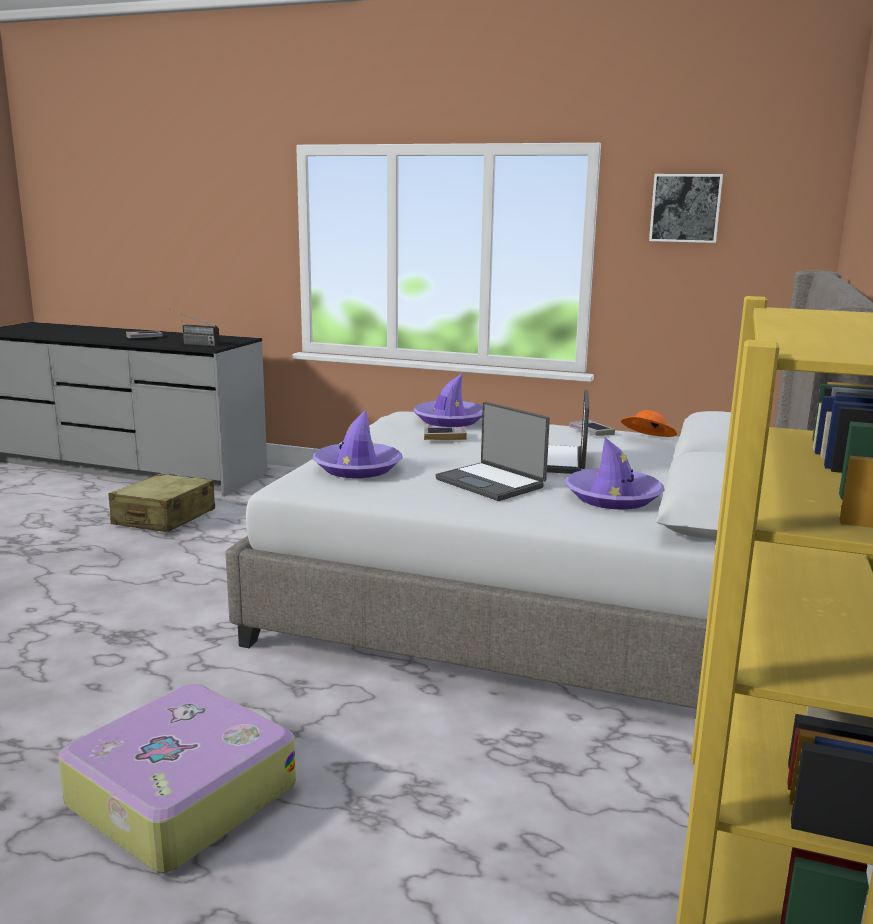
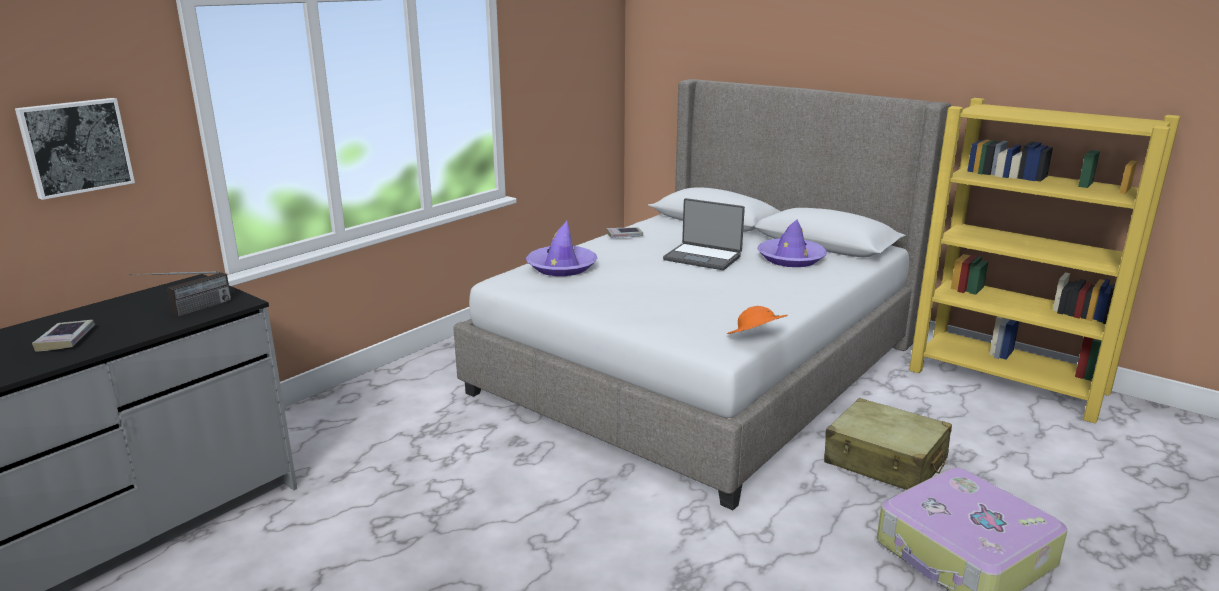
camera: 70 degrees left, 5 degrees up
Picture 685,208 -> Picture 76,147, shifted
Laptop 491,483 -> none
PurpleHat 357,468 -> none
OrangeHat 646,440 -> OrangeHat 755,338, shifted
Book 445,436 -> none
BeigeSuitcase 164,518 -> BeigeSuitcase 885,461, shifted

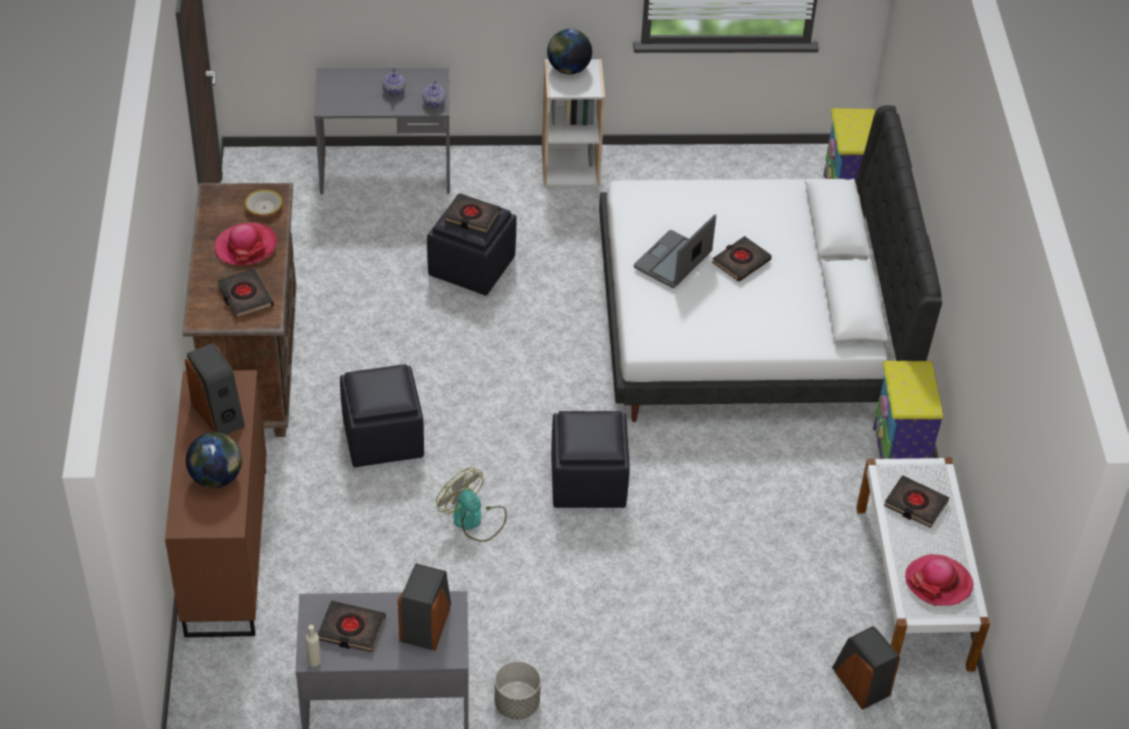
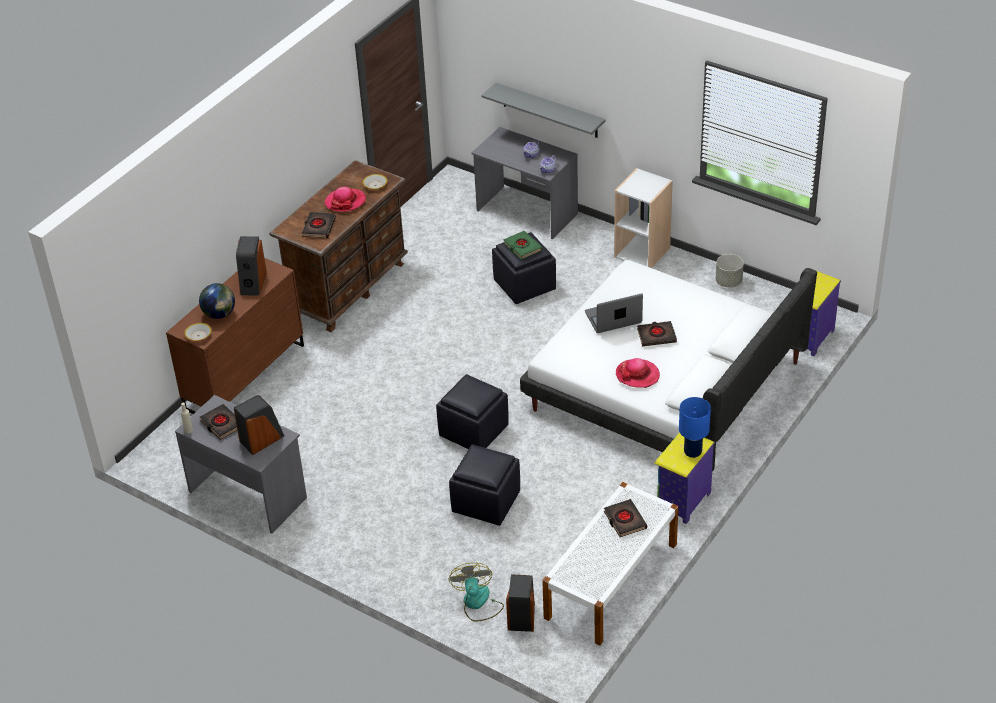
camera: 40 degrees right, 5 degrees down
Globe 568,69 -> none
BlackBook 471,217 -> GreenBook 522,247
BlackOttoman 383,437 -> BlackOttoman 487,501, shifted
Fan 473,520 -> Fan 477,603, shifted
Hat 938,582 -> Hat 637,375, shifted
GreyPlanter 516,704 -> GreyPlanter 728,282, shifted
none -> GreyShelf 550,110
none -> Bowl 198,336
none -> BlueTableLamp 692,453

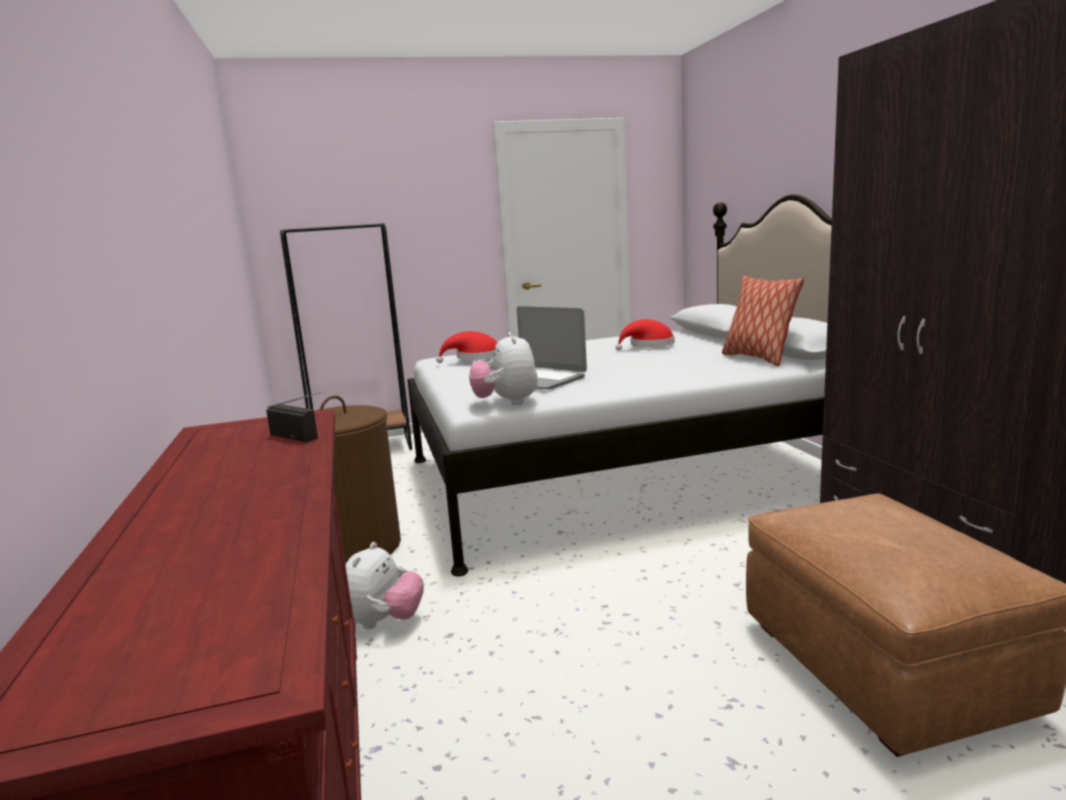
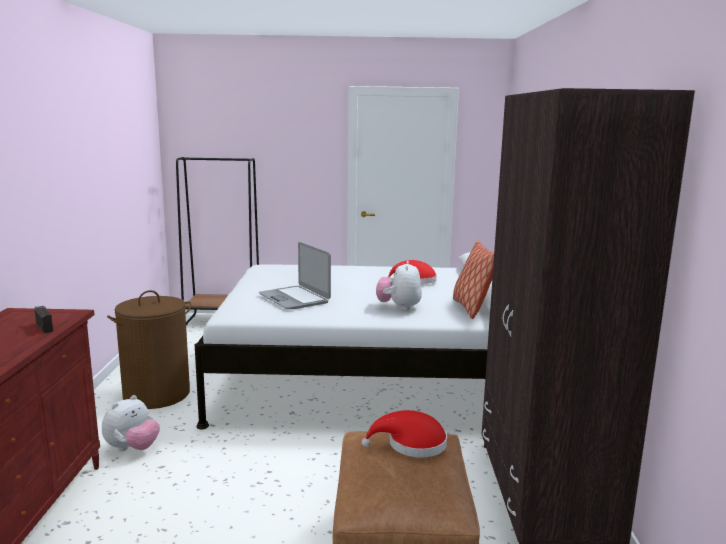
camera: 15 degrees right, 0 degrees up
RedHat 475,358 -> RedHat 412,444, shifted
PlushToy 506,403 -> PlushToy 399,307, shifted

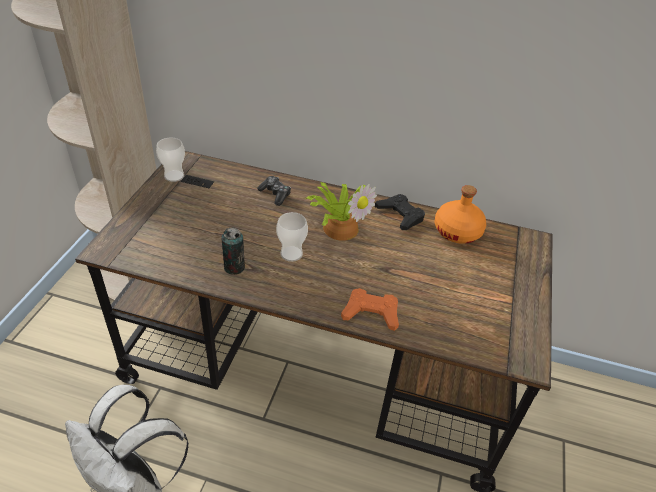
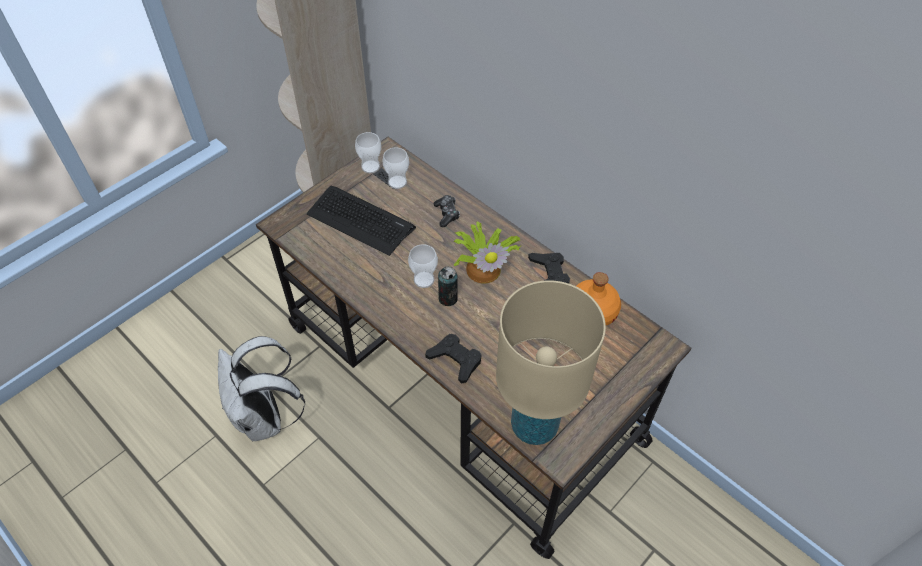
camera: 30 degrees right, 10 degrees up
Can 234,267 -> Can 448,298, shifted
OrangeGameController 371,313 -> BlackGameController 455,360
none -> Cup 397,182
none -> Keyboard 360,220
none -> BeigeTableLamp 534,426

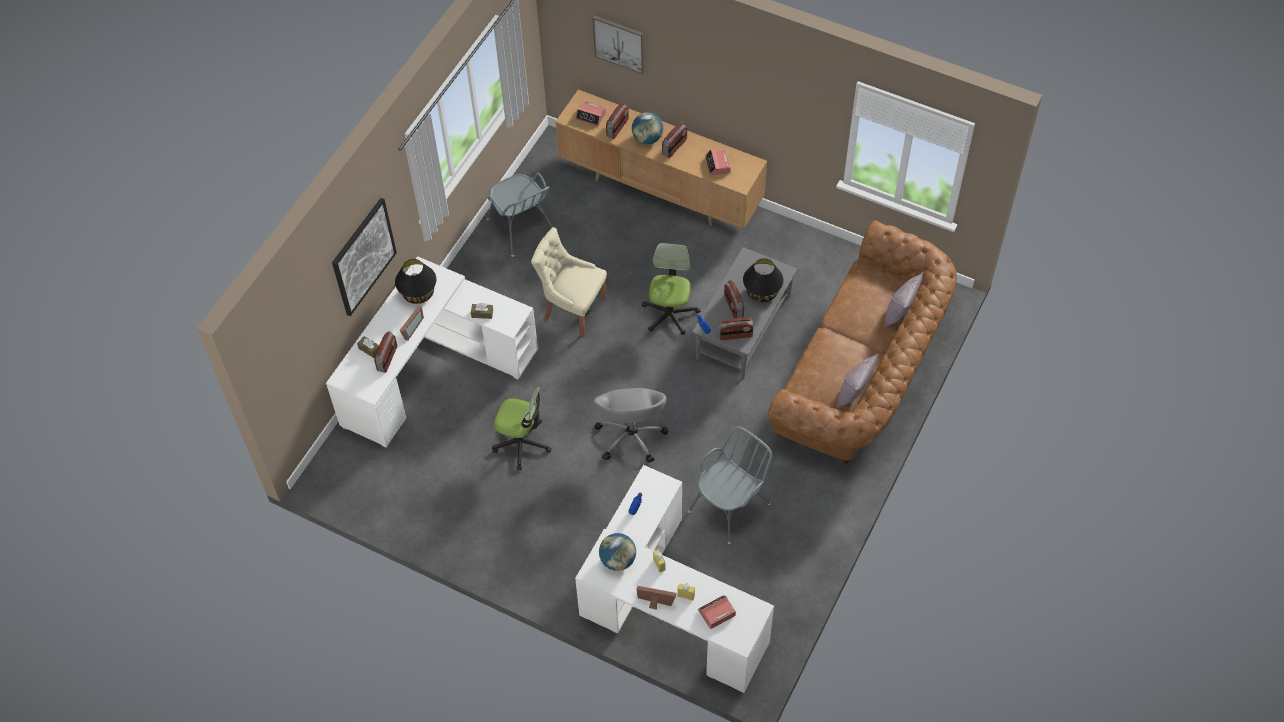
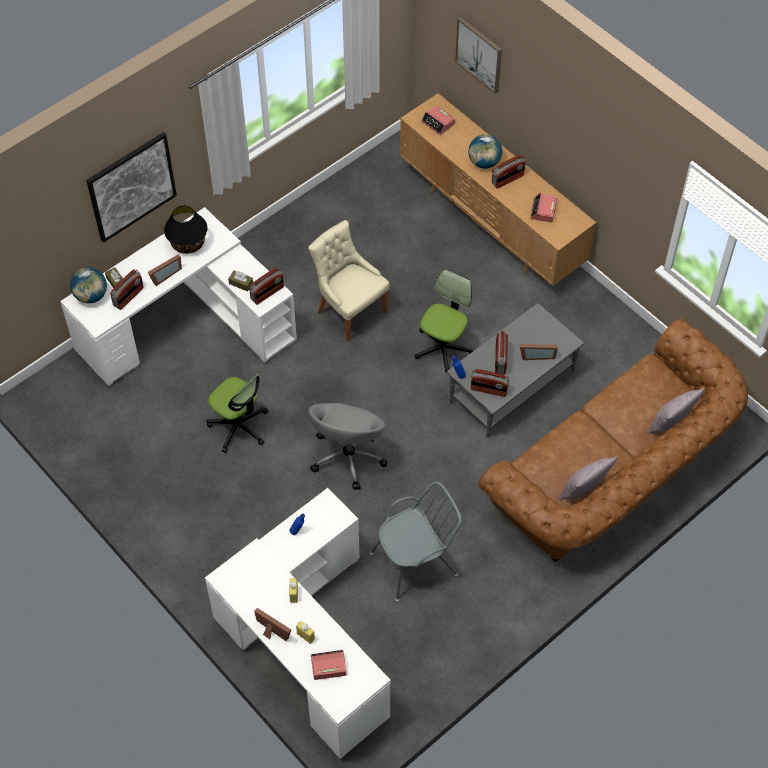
camera: 20 degrees right, 0 degrees up
Radio 617,128 -> Radio 267,293, shifted
GreyChair 522,229 -> none
BlackTableLamp 762,292 -> PictureFrame 536,355
Globe 618,560 -> Globe 91,296, shifted

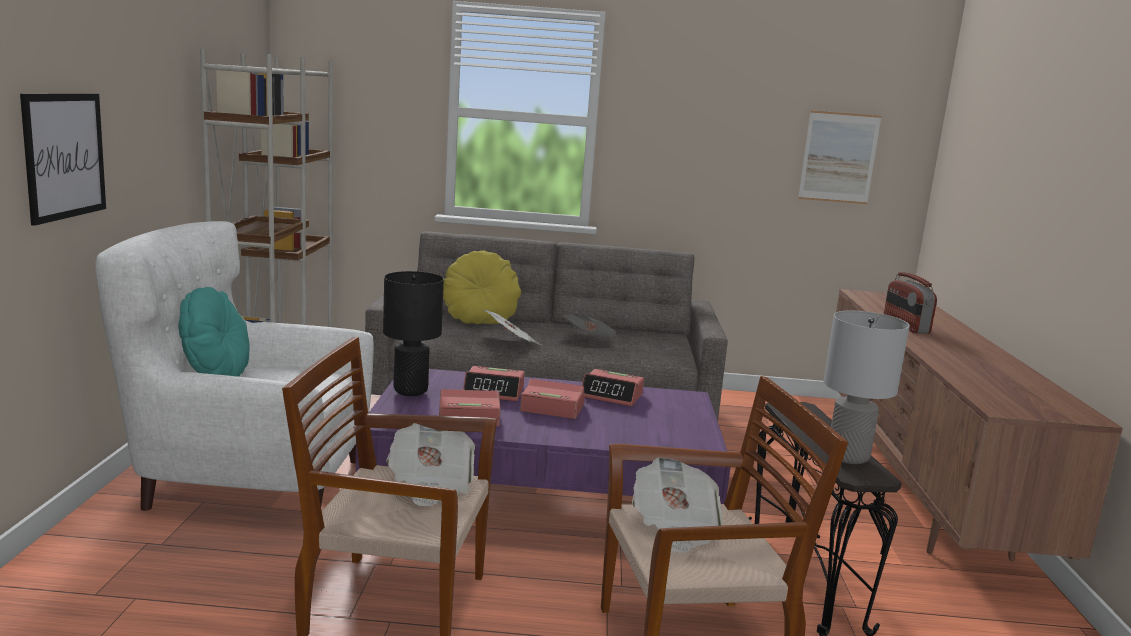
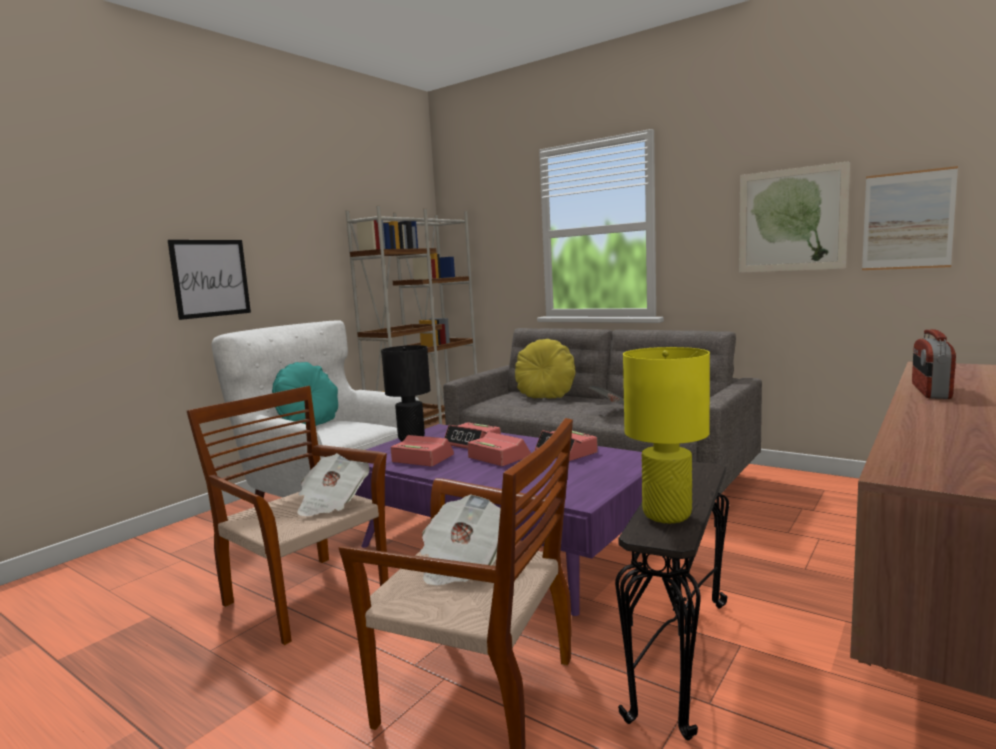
camera: 35 degrees right, 5 degrees down
Newspaper 512,343 -> none
GreyTableLamp 847,459 -> YellowTableLamp 666,518
none -> Picture 791,220

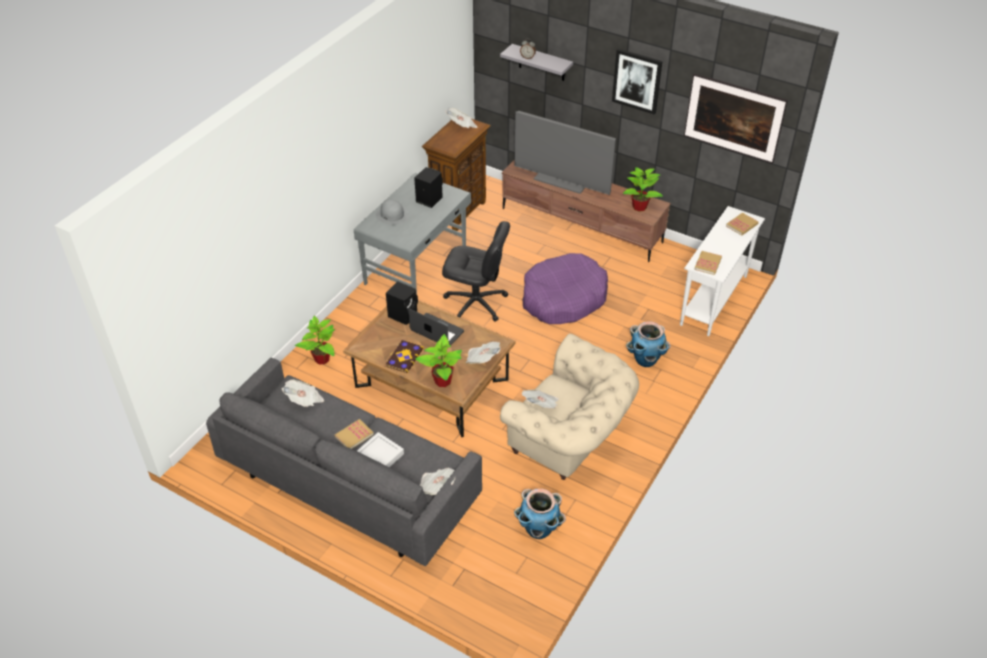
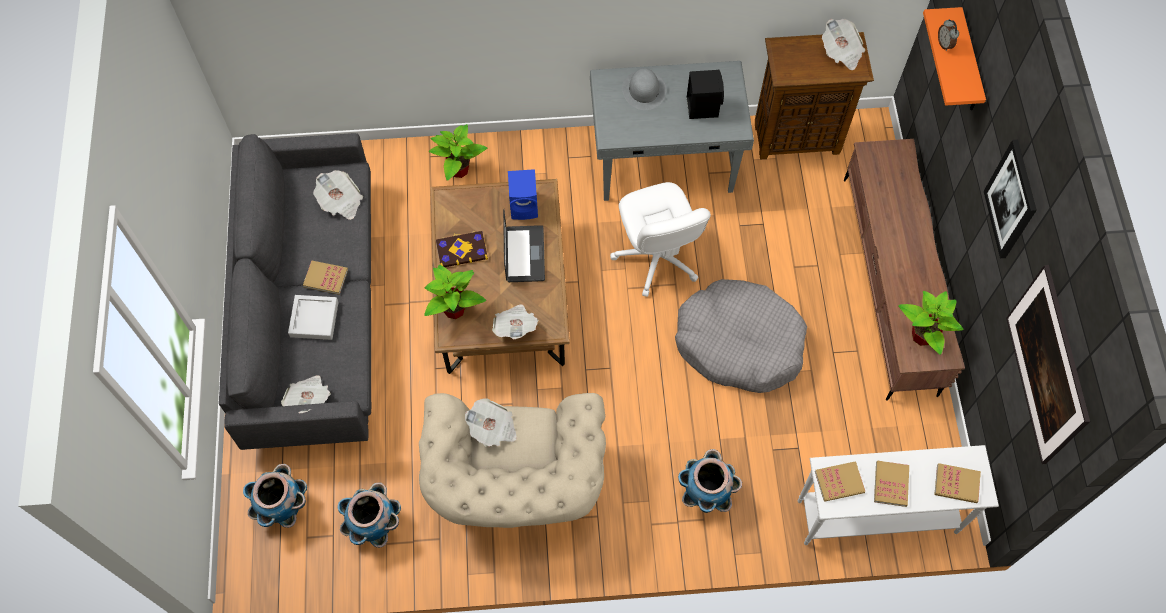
camera: 55 degrees right, 20 degrees up
GreyShelf 541,63 -> OrangeShelf 968,64
Television 562,180 -> none
BlackOfficeChair 476,303 -> WhiteOfficeChair 657,257
PurpleDogBed 563,298 -> GreyDogBed 739,343
BlackSpeaker 403,314 -> BlueSpeaker 525,206
none -> Book 891,484
none -> Planter 284,508

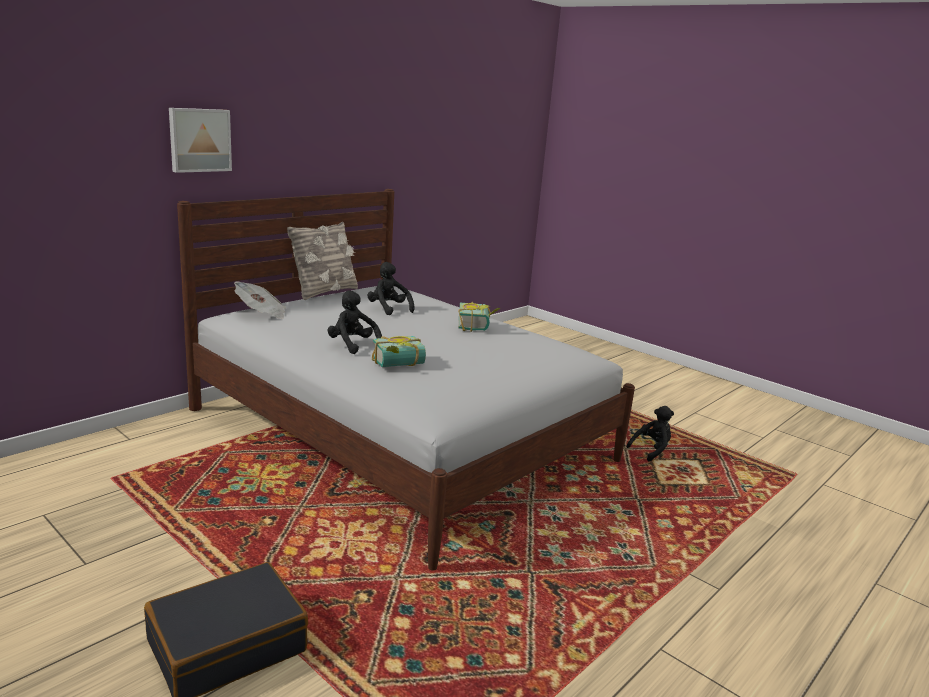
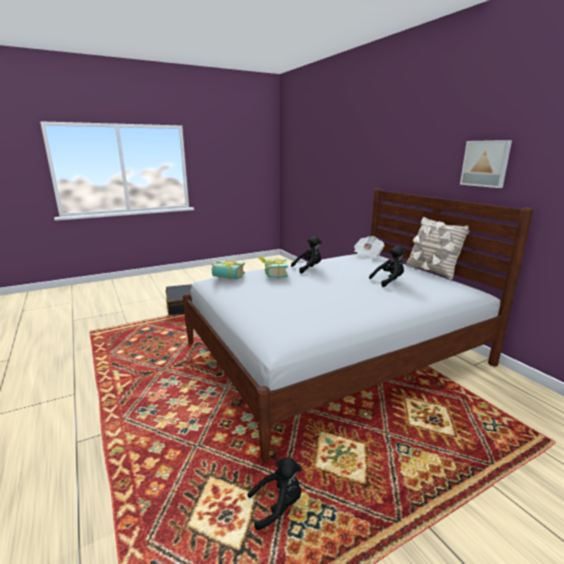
camera: 110 degrees right, 0 degrees up
Picture 199,140 -> Picture 485,163, shifted
Book 477,326 -> Book 227,278, shifted
BlackPlushToy 651,450 -> BlackPlushToy 278,506, 90 degrees counterclockwise

